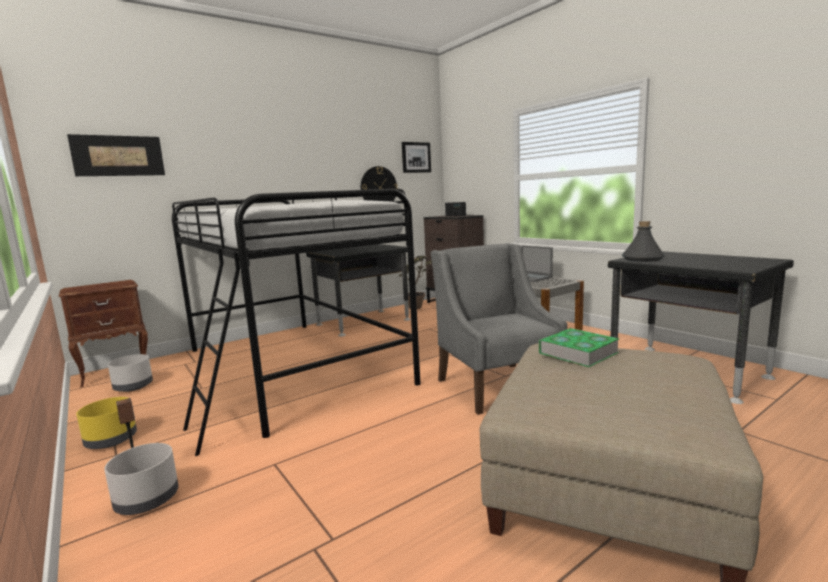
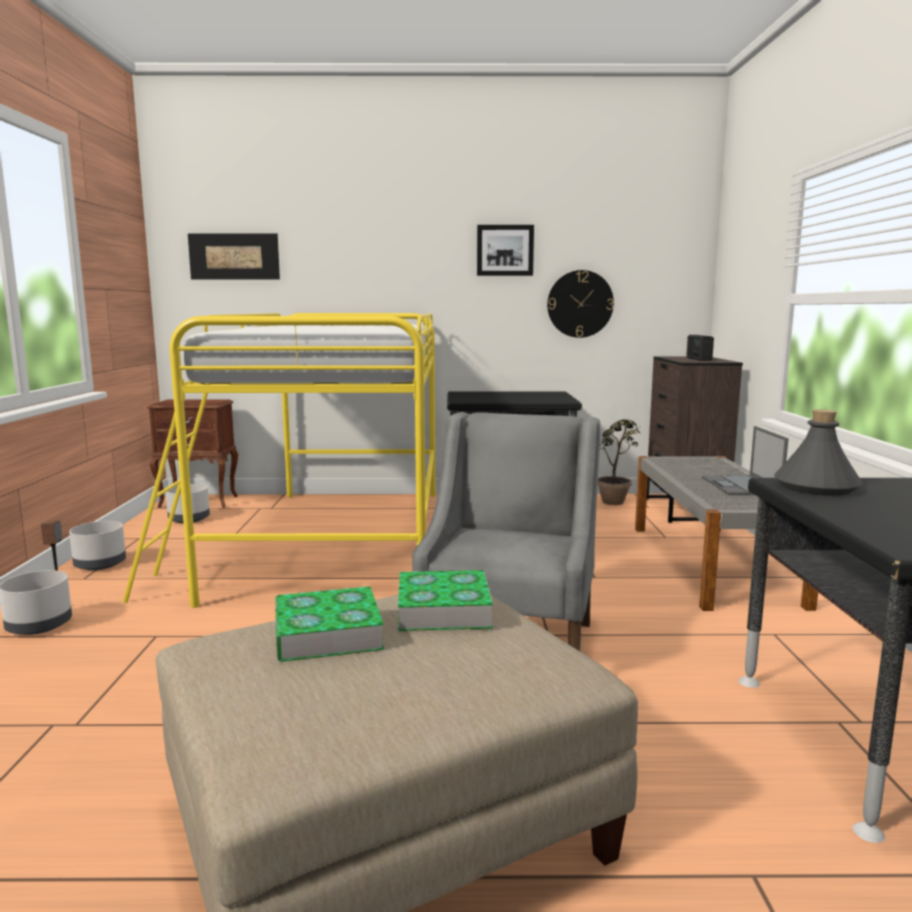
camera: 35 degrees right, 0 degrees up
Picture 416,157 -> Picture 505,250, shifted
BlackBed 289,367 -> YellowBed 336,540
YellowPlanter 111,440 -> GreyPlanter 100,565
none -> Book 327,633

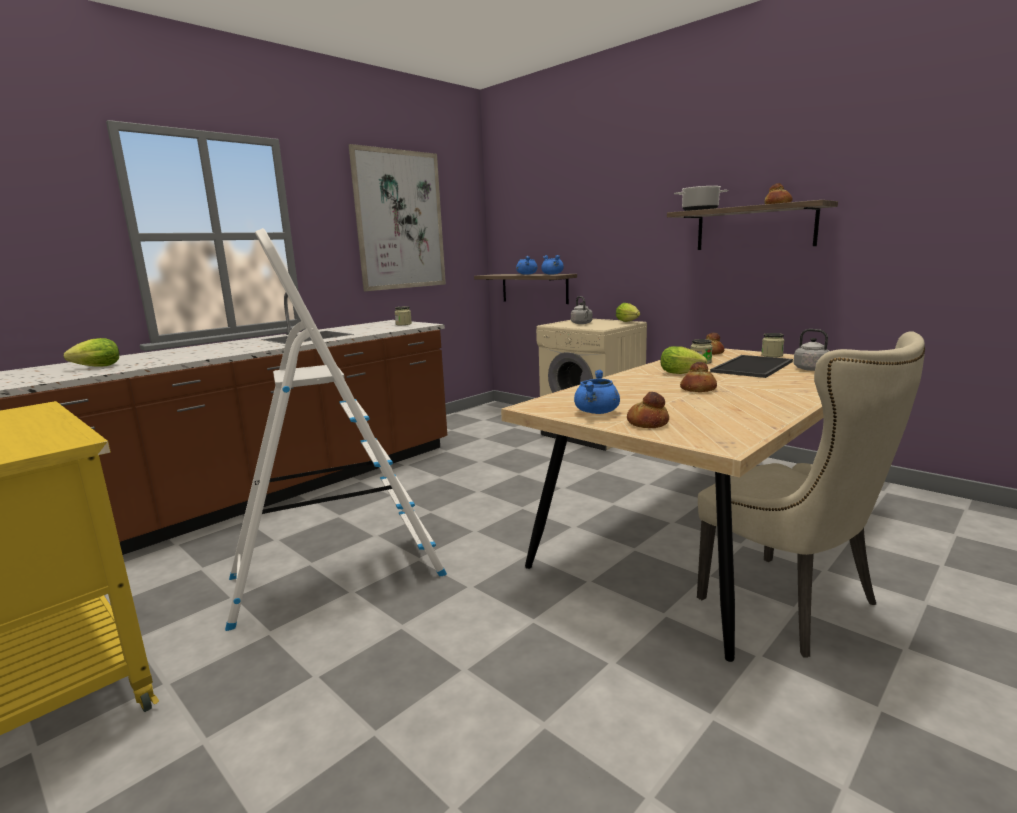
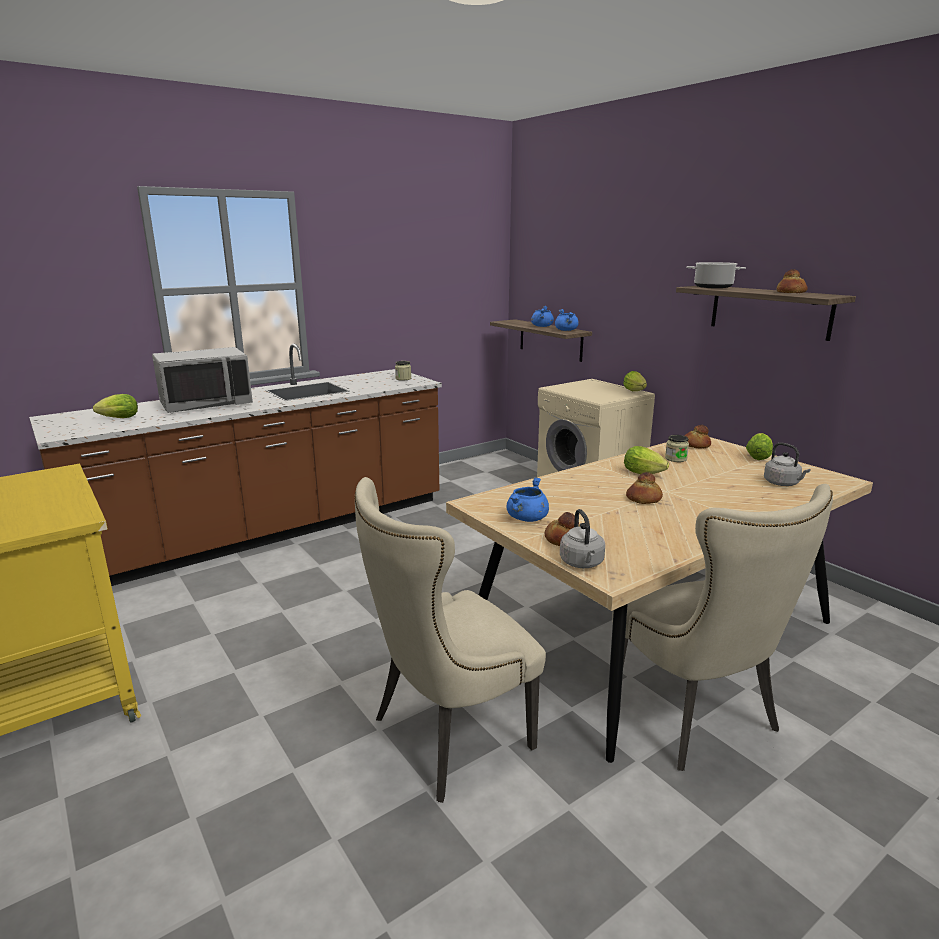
camera: 10 degrees right, 5 degrees up
Picture 399,220 -> none
WhiteStepLadder 338,576 -> none
GreyKettle 582,323 -> GreyKettle 582,563, shifted
Jar 772,355 -> Lettuce 758,456
Tray 753,367 -> none
none -> GreyMicrowave 206,403
none -> BeigeChair 449,736

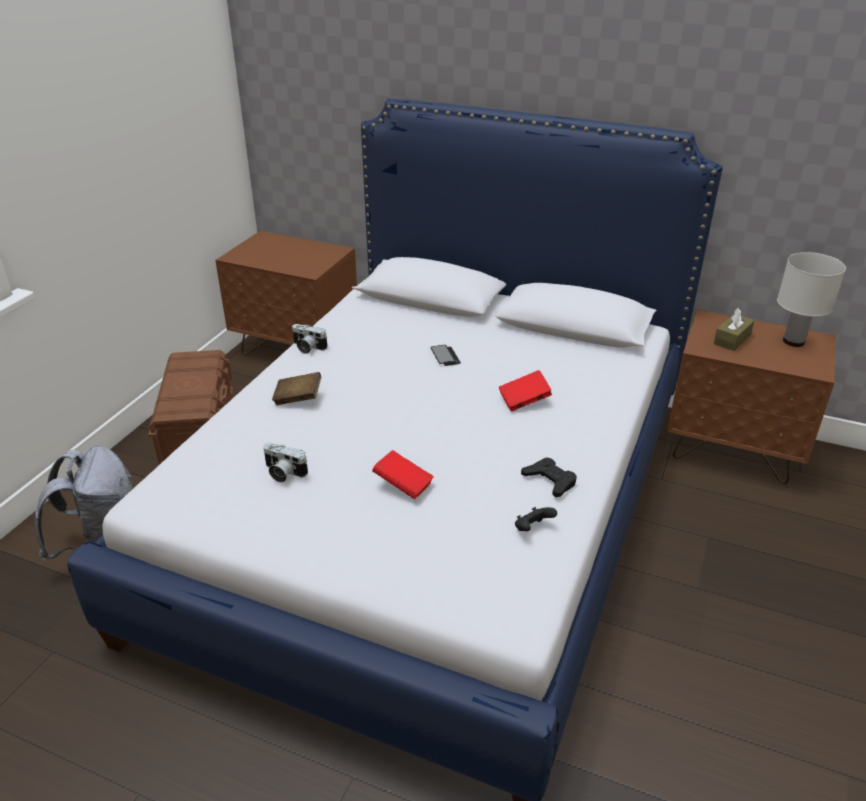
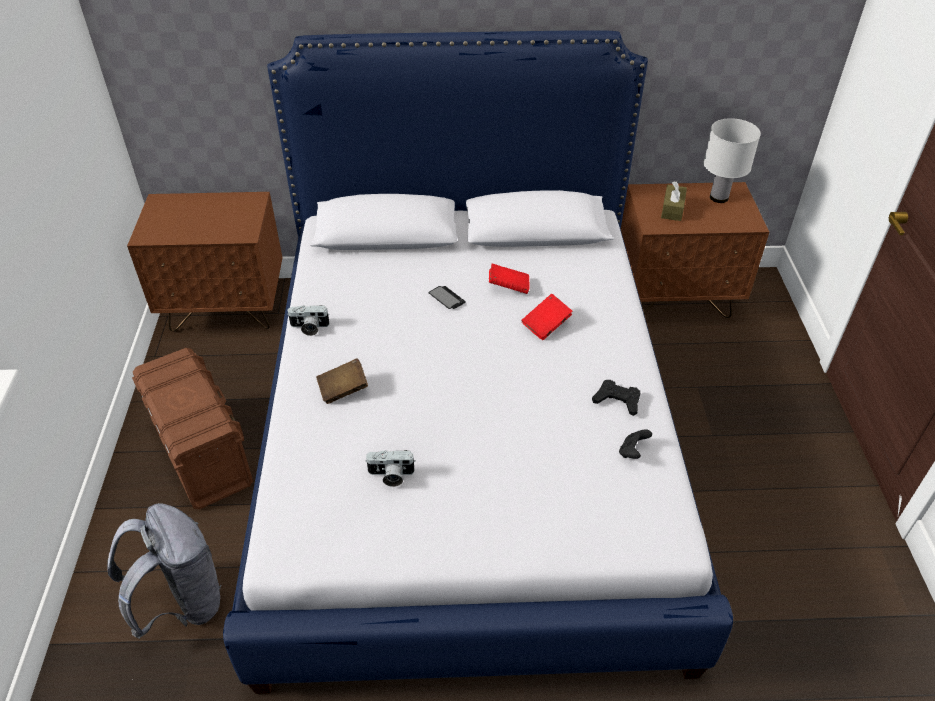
camera: 25 degrees left, 10 degrees up
RedBook 403,485 -> RedBook 508,287, shifted

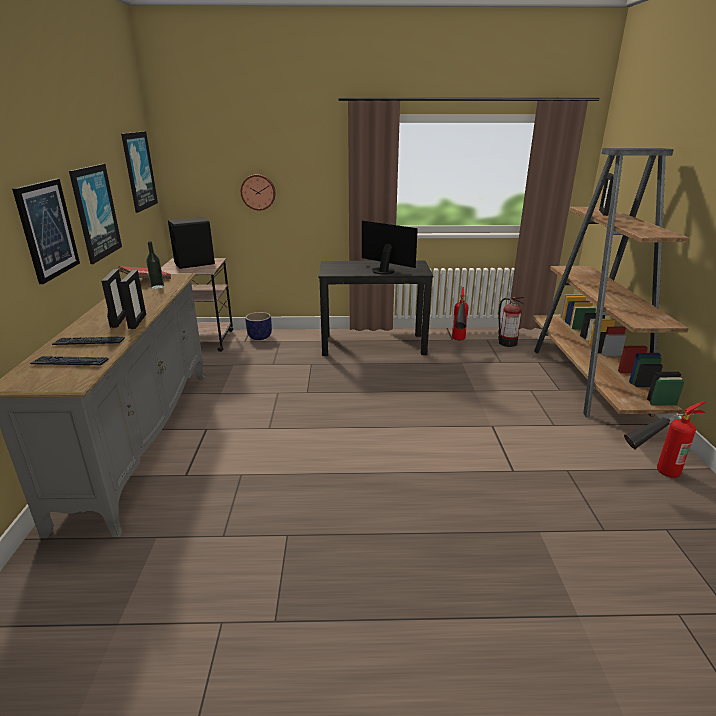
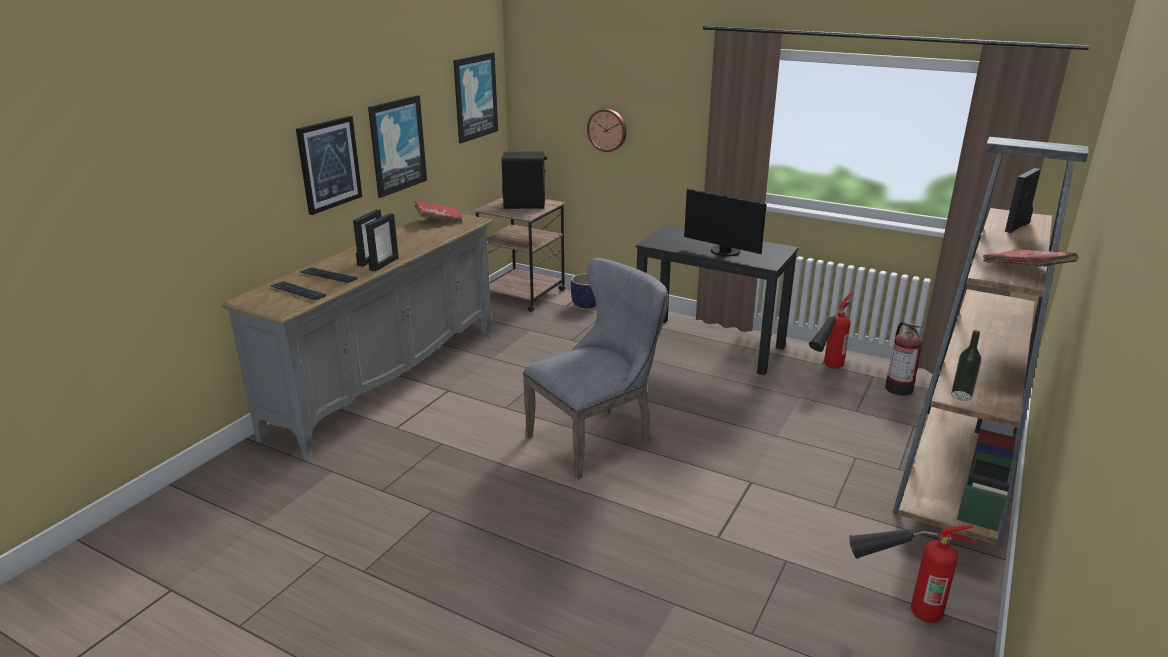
camera: 30 degrees right, 0 degrees up
Monitor 384,270 -> Monitor 724,252, 150 degrees clockwise
Bottle 157,287 -> Bottle 961,395, shifted
none -> RedBook 1026,270
none -> GreyChair 597,437

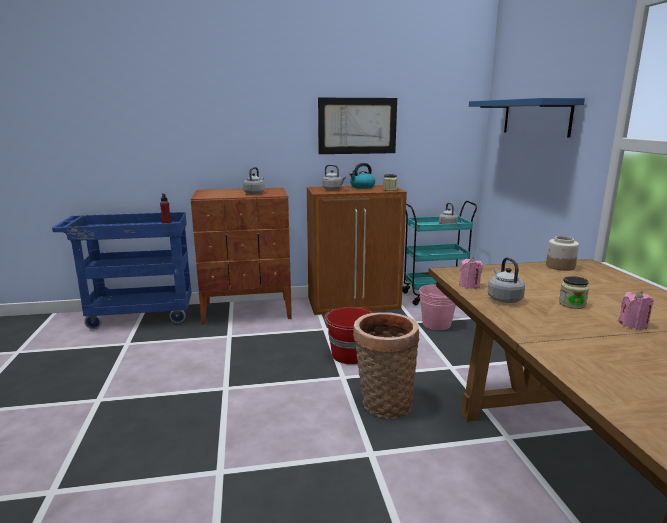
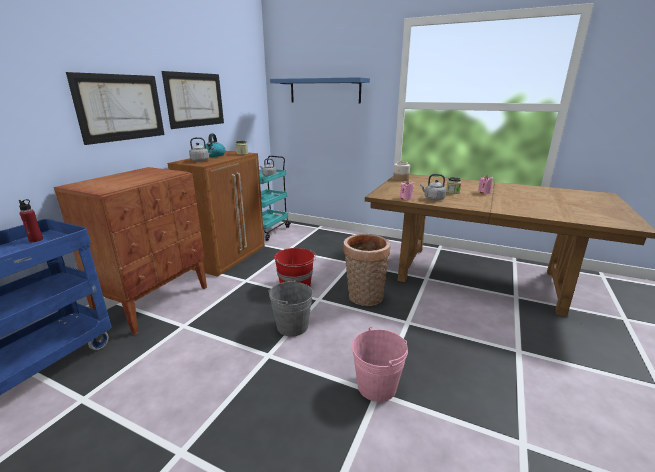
camera: 55 degrees left, 5 degrees up
GreyKettle 254,193 -> none
PinkBucket 436,324 -> PinkBucket 377,386, shifted
none -> Picture 121,107
none -> GreyBucket 292,326

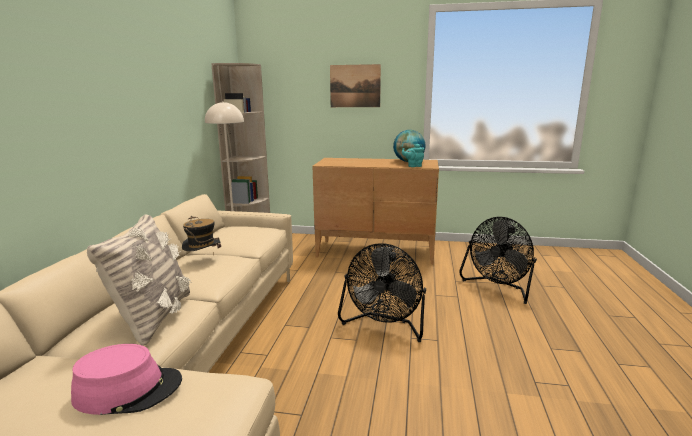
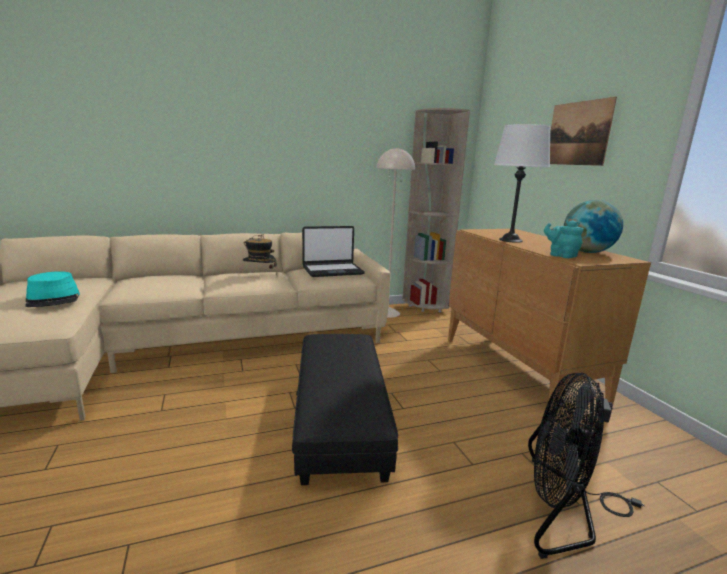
camera: 60 degrees right, 0 degrees up
BeigePillow 155,318 -> none
BlackFan 382,323 -> BlackOttoman 340,416
PinkHat 128,389 -> TurquoiseHat 53,299
none -> WhiteTableLamp 511,240
none -> Laptop 332,270

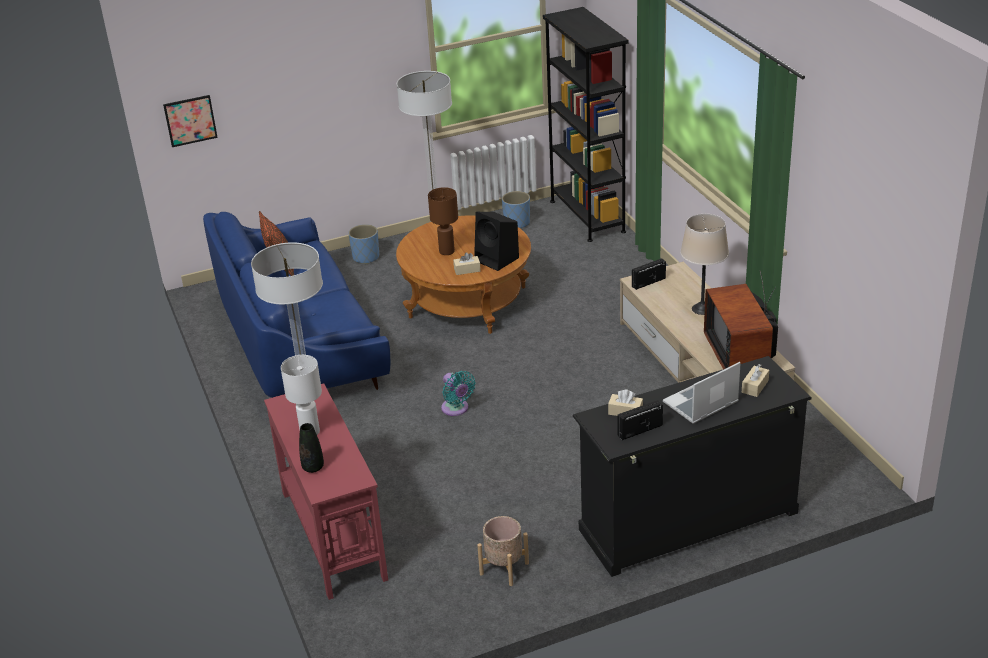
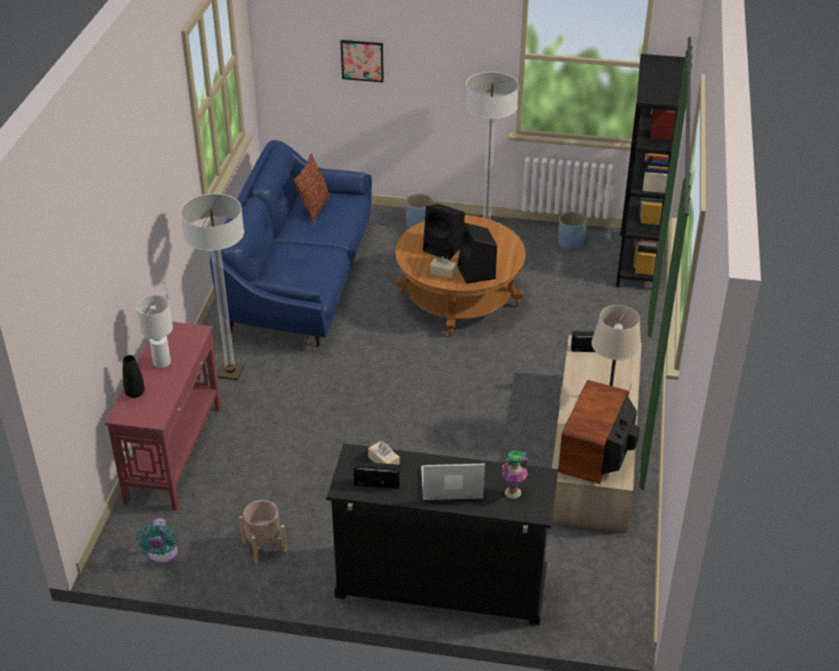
camera: 30 degrees right, 5 degrees up
Picture 190,120 -> Picture 362,60, shifted
BrownTableLamp 447,251 -> BlackSpeaker 444,248
BeigeTissueBox 755,386 -> Vase 512,492
TurquoiseFan 456,409 -> TurquoiseFan 162,555, shifted

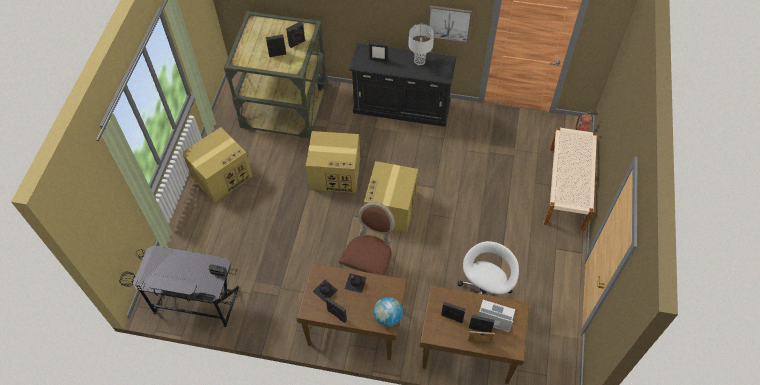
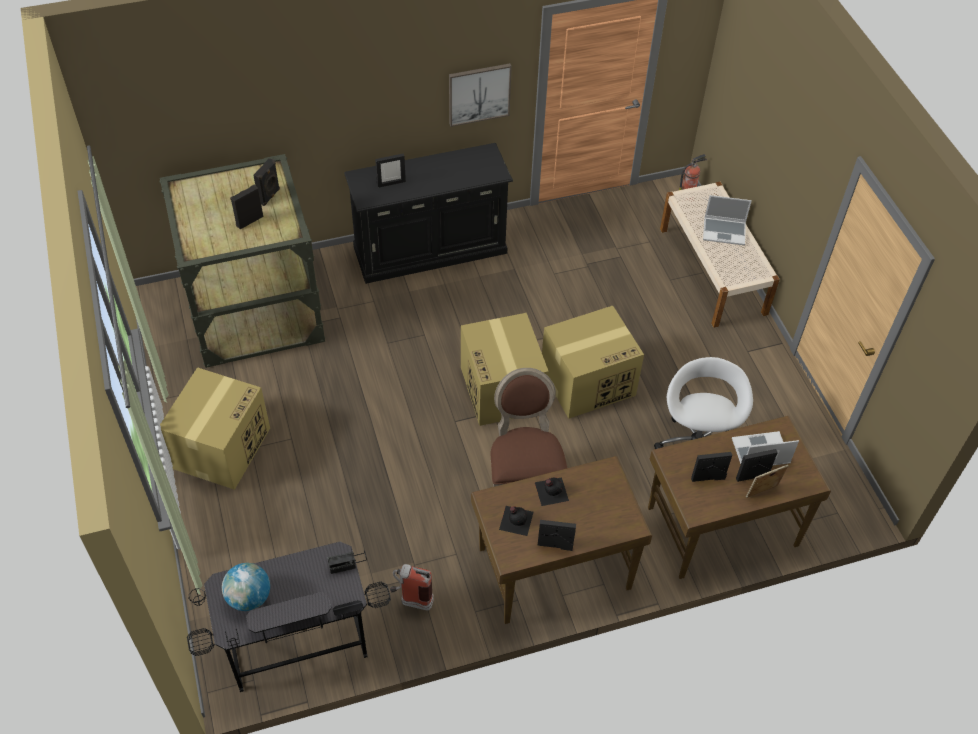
camera: 30 degrees left, 5 degrees down
WhiteTableLamp 419,61 -> none
CardboardBox 336,173 -> CardboardBox 588,381, shifted
Globe 388,317 -> Globe 249,597, shifted
none -> Laptop 724,231
none -> FireExtinguisher 411,600

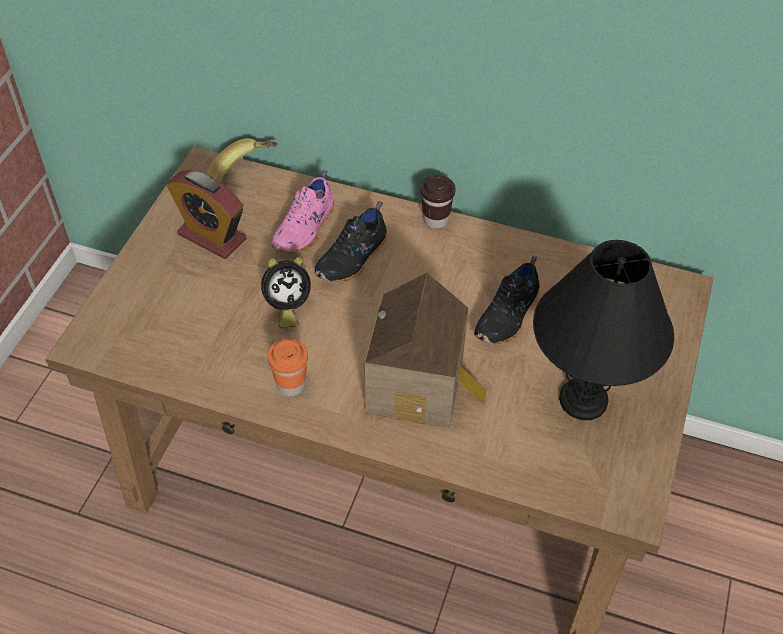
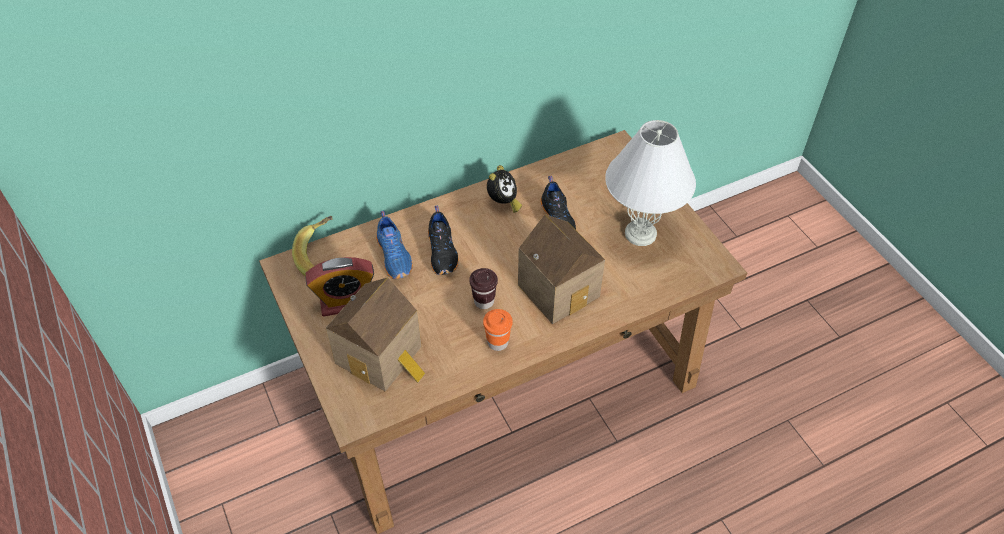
camera: 45 degrees left, 0 degrees up
PinkShoe 306,229 -> BlueShoe 395,256
BrownCup 435,220 -> BrownCup 484,301, shifted
BlackTableLamp 582,400 -> WhiteTableLamp 640,234
AlarmClock 286,308 -> AlarmClock 503,203, shifted
none -> ToyHouse 382,356

